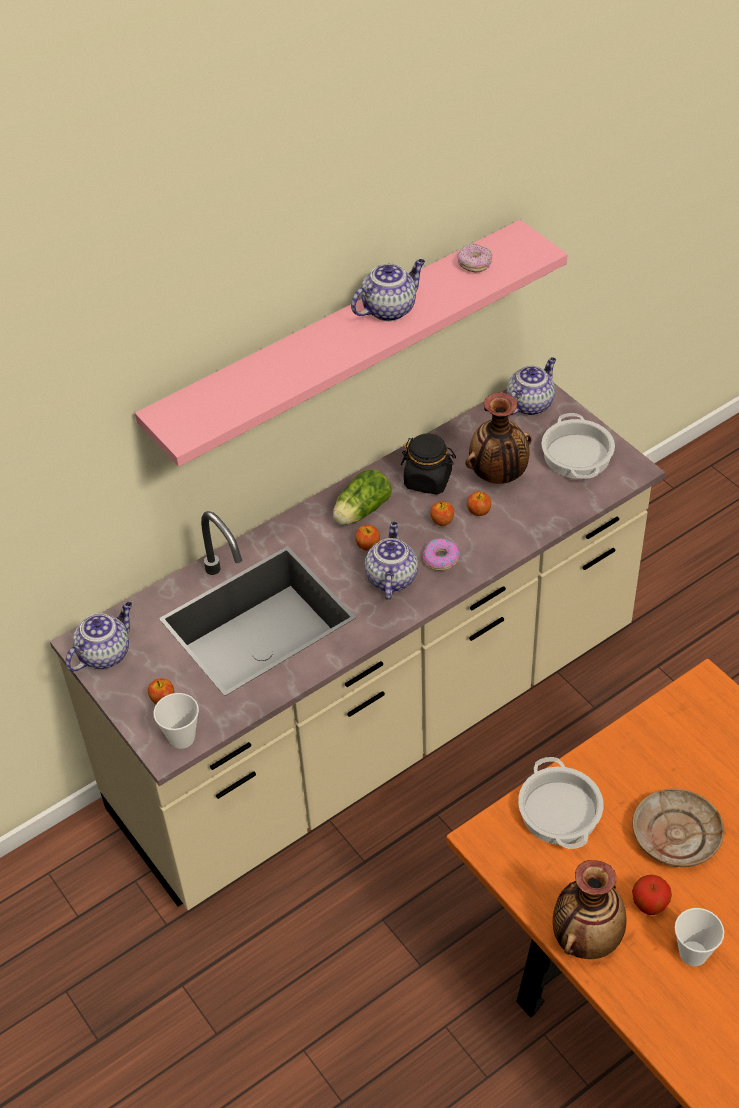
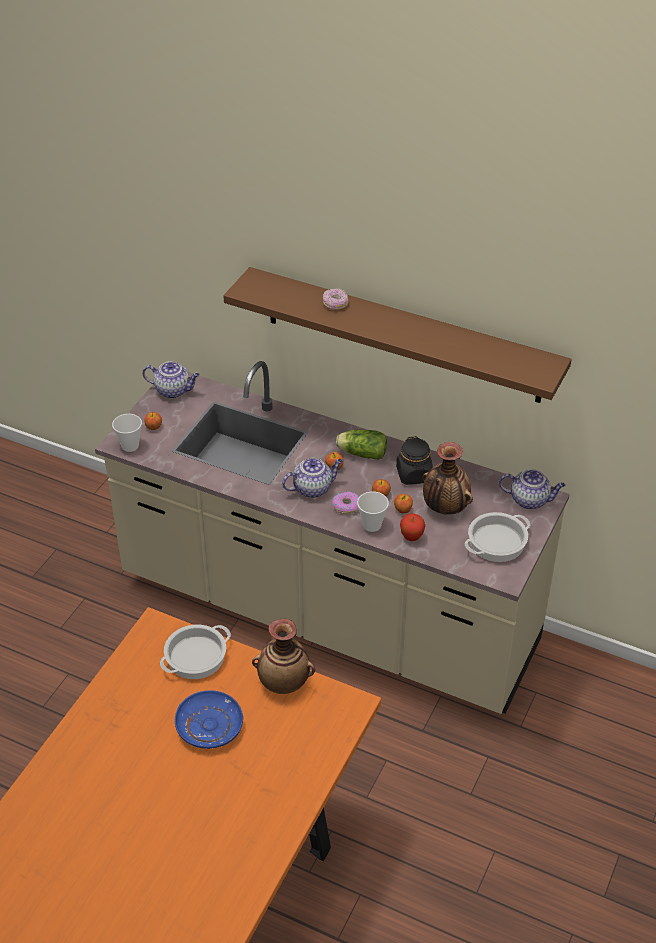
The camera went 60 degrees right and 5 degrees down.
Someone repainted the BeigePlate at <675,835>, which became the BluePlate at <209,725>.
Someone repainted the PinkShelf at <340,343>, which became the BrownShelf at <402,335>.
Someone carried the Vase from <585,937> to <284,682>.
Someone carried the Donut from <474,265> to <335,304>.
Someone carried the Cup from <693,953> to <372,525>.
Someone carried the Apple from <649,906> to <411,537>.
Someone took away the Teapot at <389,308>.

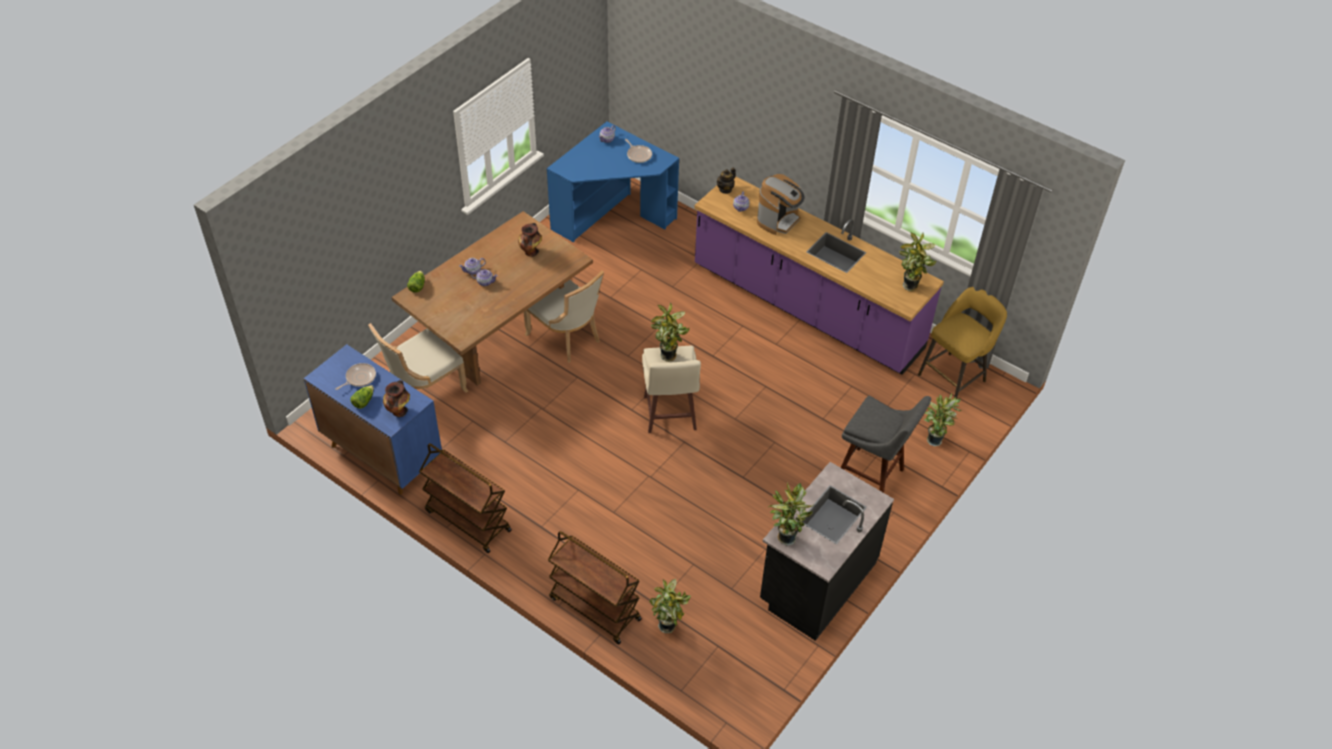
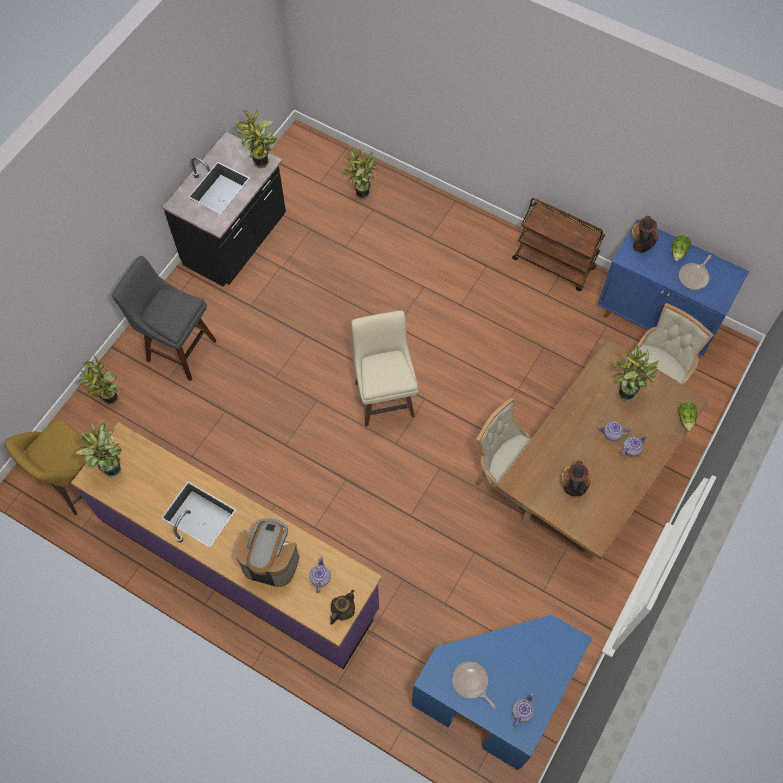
The camera went 175 degrees right and 15 degrees up.
Someone rotated the CoffeeMachine at <778,220> by 75 degrees clockwise.
Someone carried the PottedPlant from <669,357> to <624,392>.
Someone took away the BrownCart at <594,608>.

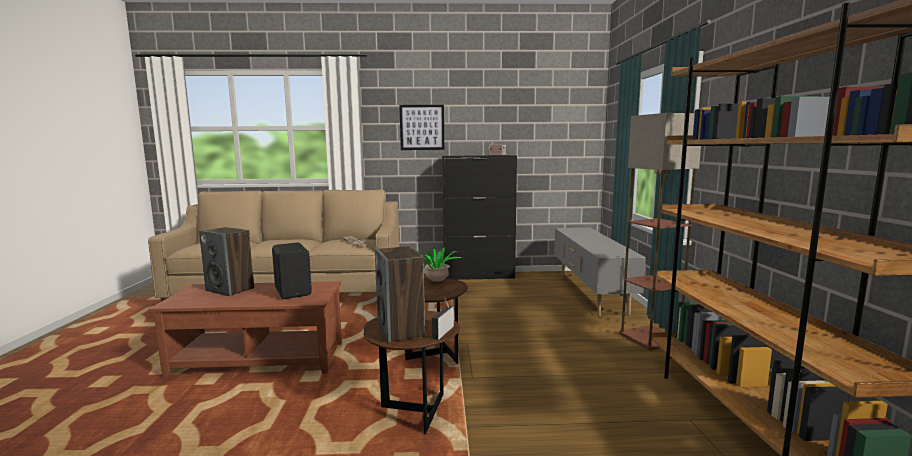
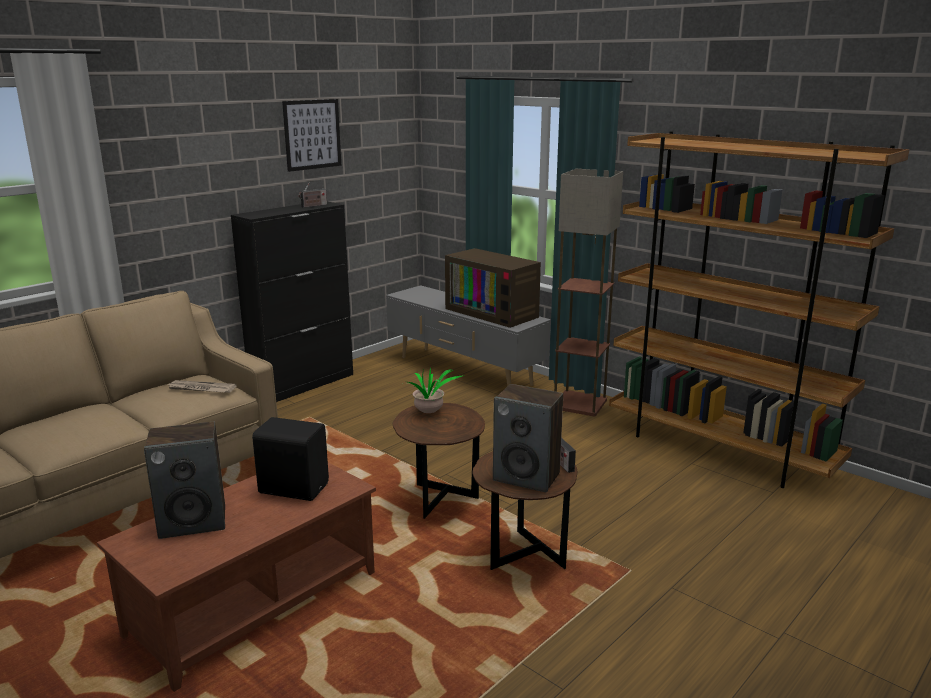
The camera went 45 degrees left and 10 degrees up.
Someone carried the Picture from <422,127> to <312,134>.
Someone put down the Television at <494,312>.

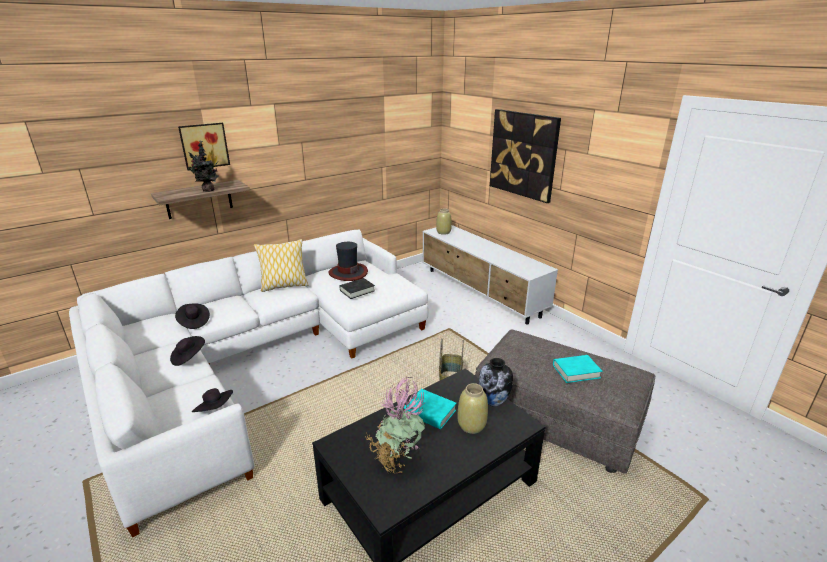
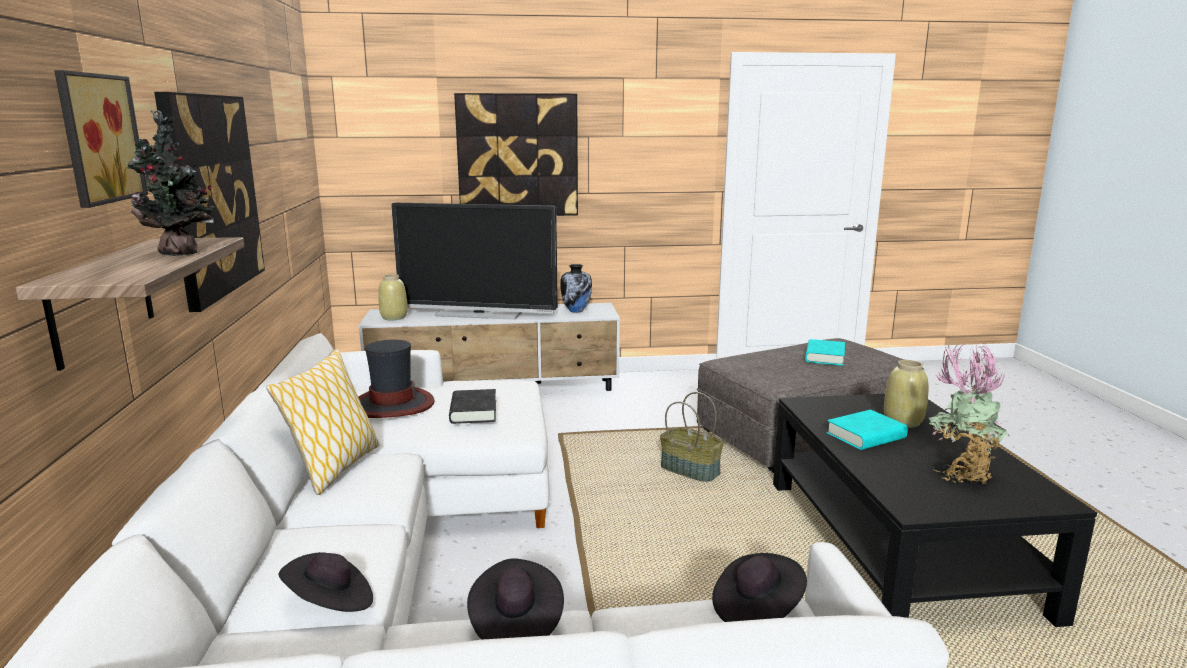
The camera went 60 degrees left and 10 degrees down.
Someone put up the Picture at <212,195>.
Someone put down the Television at <479,314>.
Someone carried the Vase from <493,402> to <576,311>.

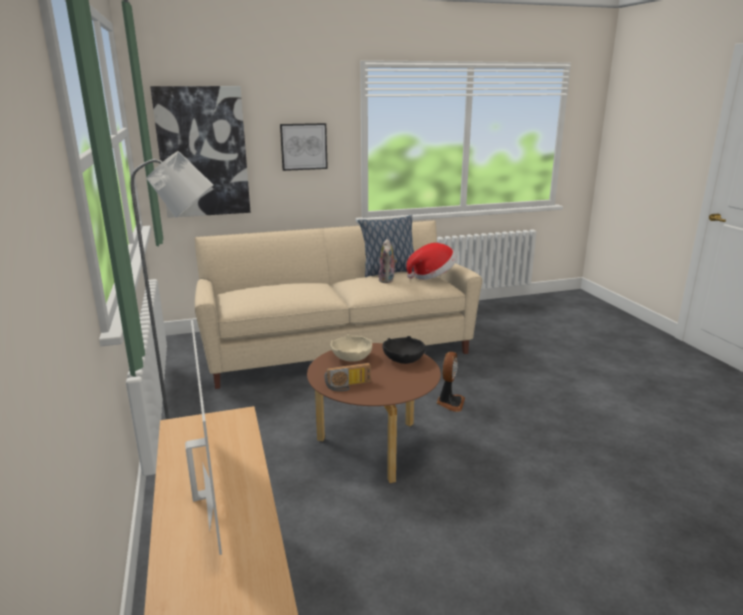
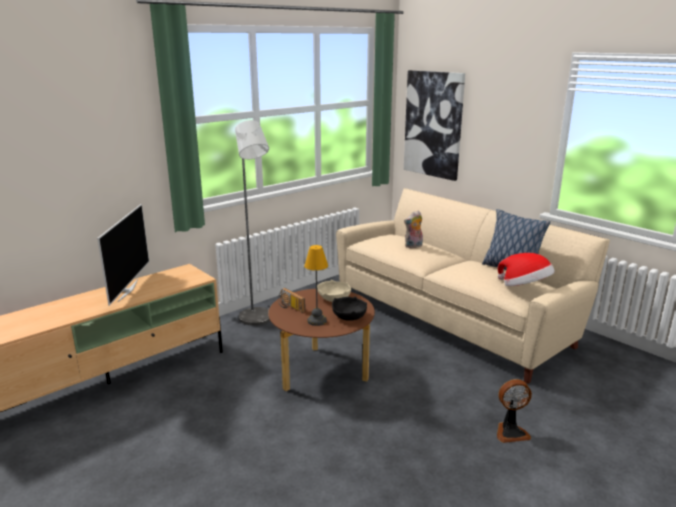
The camera went 65 degrees right and 0 degrees up.
Someone rotated the Television at <203,495> by 45 degrees counterclockwise.
Someone put down the TableLamp at <317,320>.
Someone carried the PlushToy from <387,280> to <413,246>.
Someone carried the Fan from <450,402> to <510,432>.
Someone took away the Picture at <303,146>.

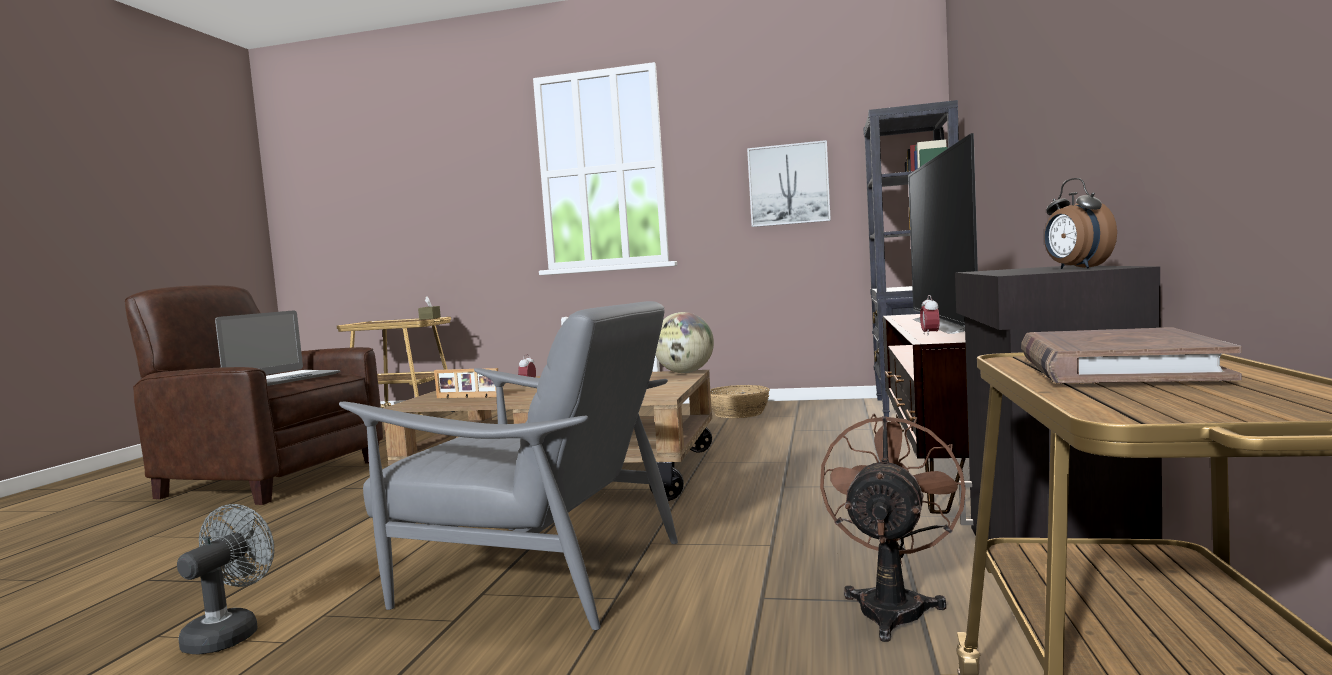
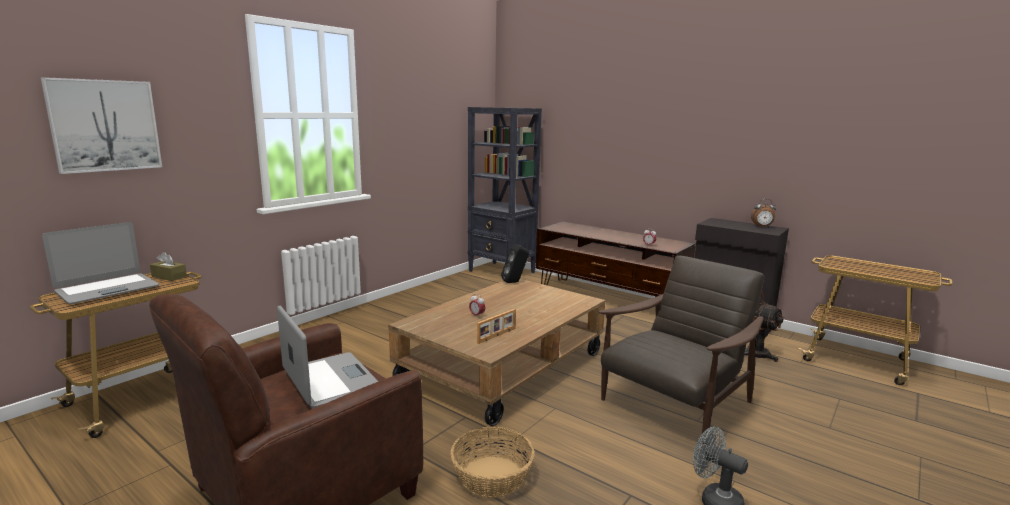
The camera went 65 degrees left and 10 degrees up.
Someone carried the Picture from <788,184> to <105,125>.
Someone put down the Laptop at <107,289>.
Someone carried the Basket from <738,413> to <491,476>.
Someone swapped the Globe at <685,372> for the BlackSpeaker at <515,282>.
Someone repainted the GreyArmchair at <535,570>, which became the BrownArmchair at <675,403>.
Someone took away the Television at <952,324>.
Someone took away the BrownBook at <1115,367>.

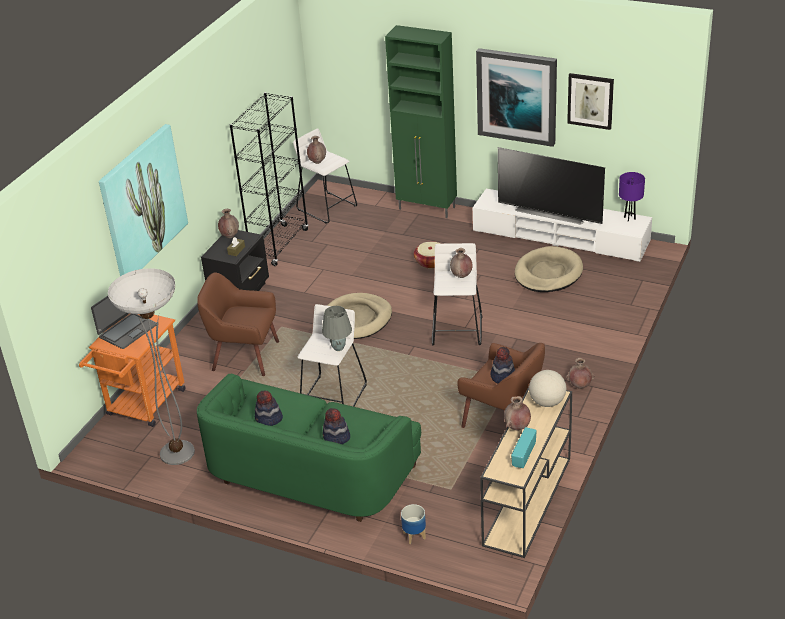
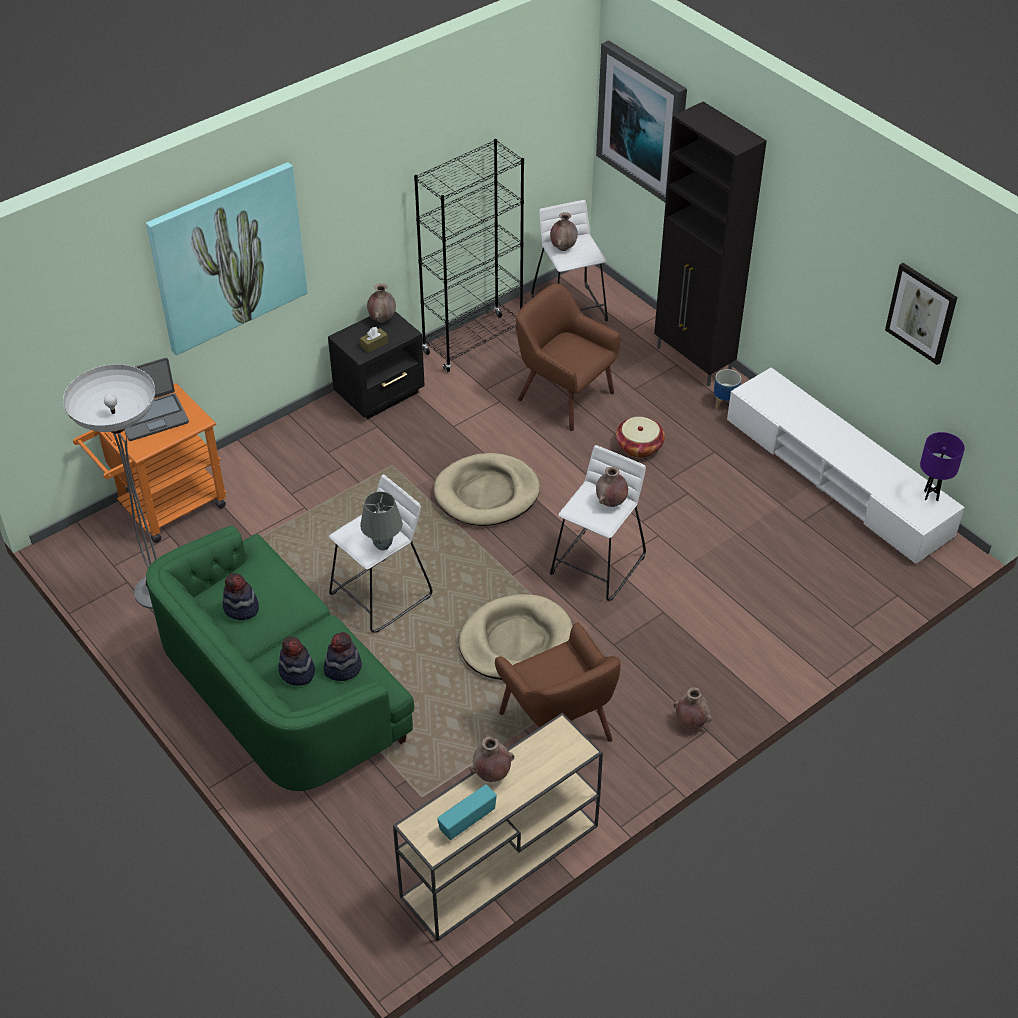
The camera went 25 degrees right and 10 degrees up.
Someone carried the Hat from <502,376> to <342,667>.
Someone carried the BeigeDogBed from <548,273> to <516,641>.
Someone carried the BrownArmchair from <244,356> to <564,396>.
Someone carried the Picture from <517,96> to <643,122>.
Someone repainted the GreenCabinet at <427,208>, which became the BlackCabinet at <694,361>.
Someone carried the Planter from <414,536> to <724,403>.
Someone took away the Television at <551,212>.
Someone took away the Globe at <547,402>.

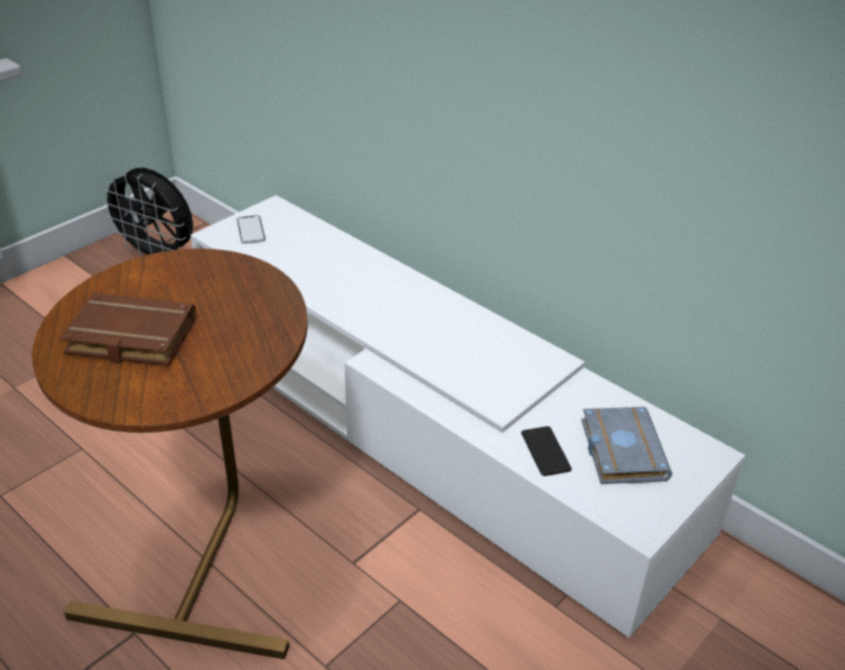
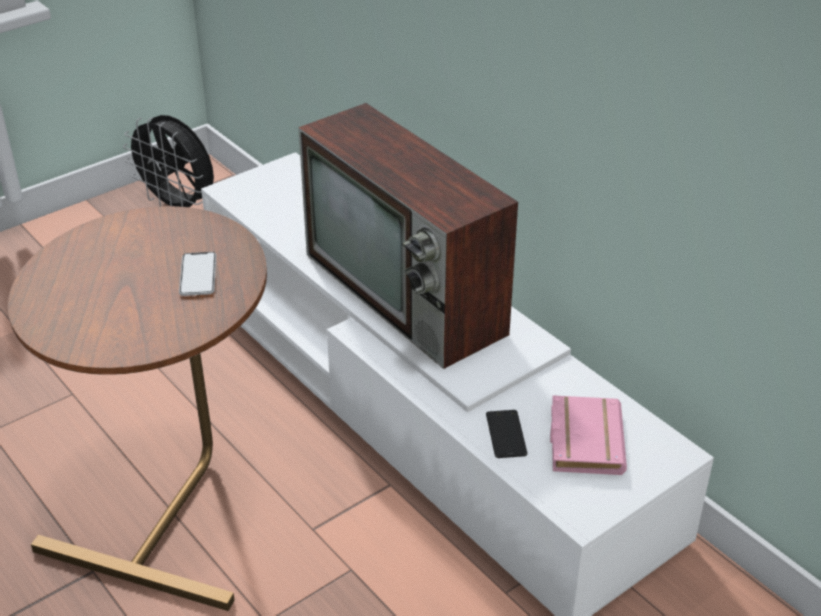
The camera went 10 degrees right and 0 degrees up.
Someone carried the Phone from <251,230> to <198,275>.
Someone put down the Television at <407,295>.
Someone repainted the GreyBook at <619,449>, which became the PinkBook at <582,439>.
Someone took away the BrownBook at <128,338>.

